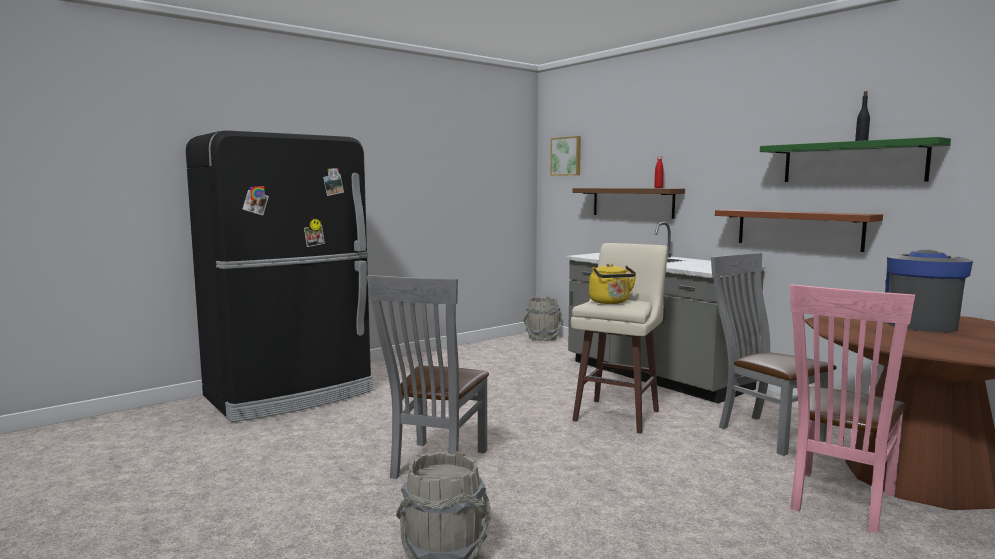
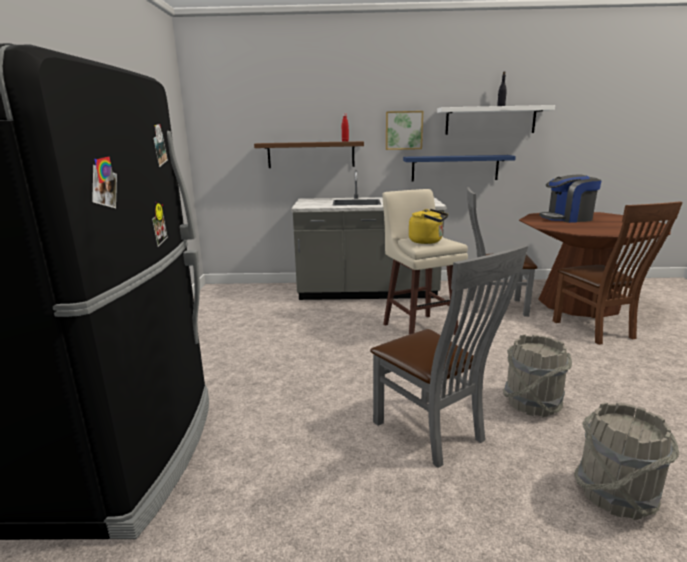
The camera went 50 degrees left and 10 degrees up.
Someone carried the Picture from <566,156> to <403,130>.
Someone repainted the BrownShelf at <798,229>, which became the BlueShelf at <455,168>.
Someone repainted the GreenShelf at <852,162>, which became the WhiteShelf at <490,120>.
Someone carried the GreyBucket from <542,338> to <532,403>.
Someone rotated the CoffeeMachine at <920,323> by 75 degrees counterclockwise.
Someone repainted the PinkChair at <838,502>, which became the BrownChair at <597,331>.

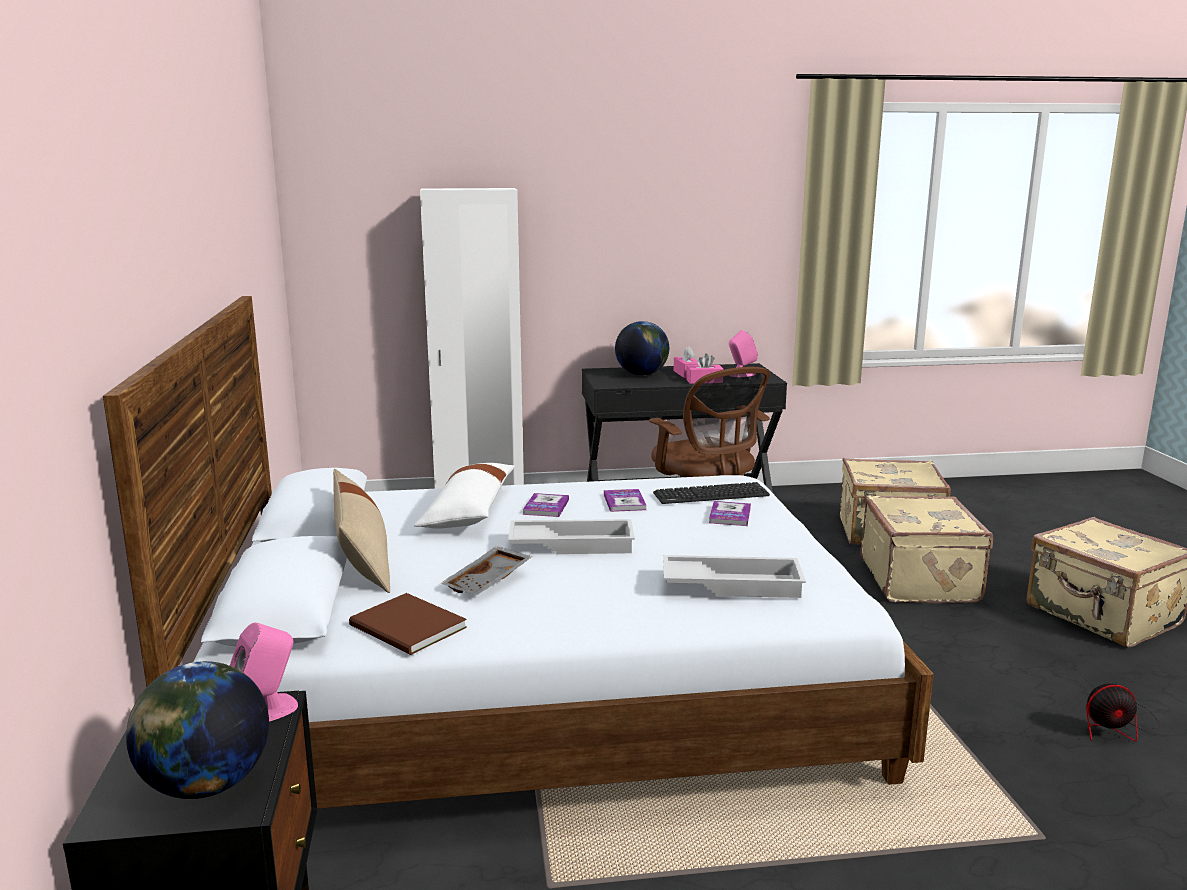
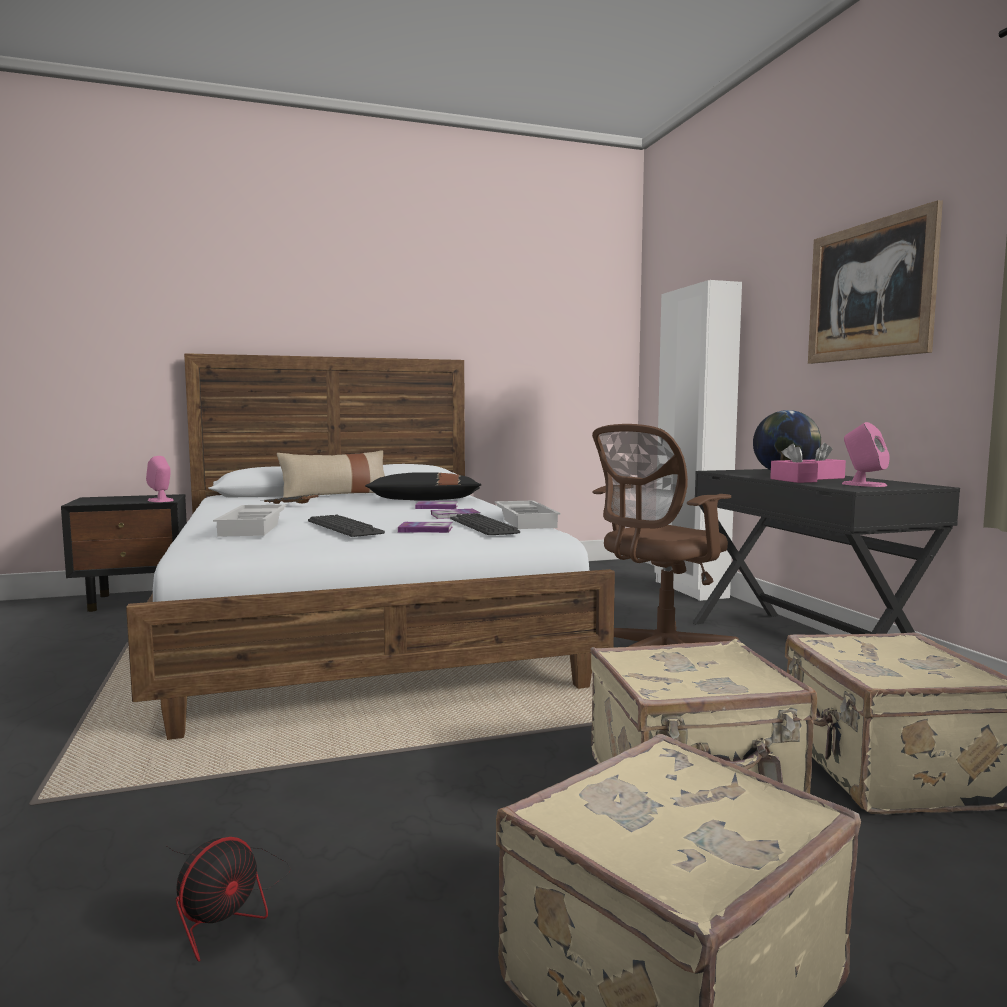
The camera went 80 degrees right and 10 degrees down.
Someone rotated the Fan at <1114,724> by 135 degrees counterclockwise.
Someone put down the Keyboard at <344,527>.
Someone repainted the WhitePillow at <468,511>, which became the BlackPillow at <424,500>.
Someone carried the WhiteTray from <572,544> to <527,521>.
Someone put up the Picture at <870,291>.
Someone took away the Globe at <205,785>.
Someone took away the BrownBook at <408,628>.

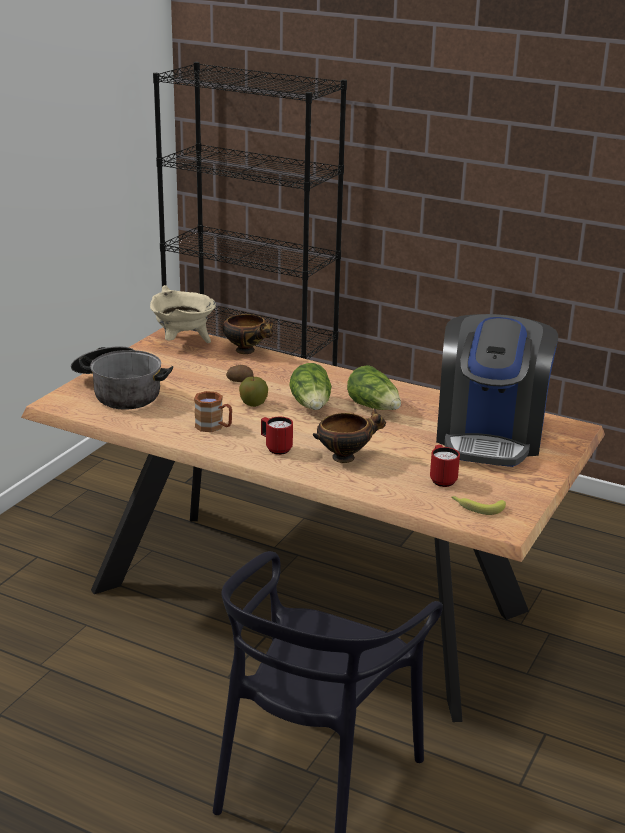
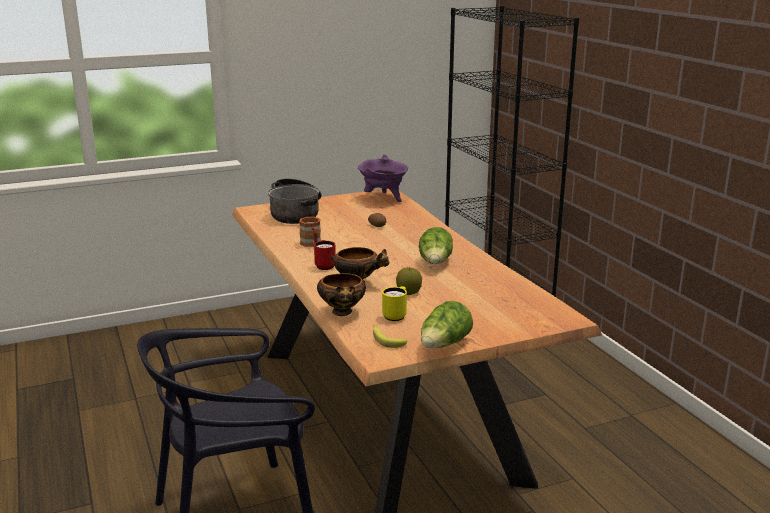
The camera went 40 degrees right and 5 degrees down.
Someone carried the Bowl from <247,351> to <343,313>.
Someone repainted the BeigeCookingPot at <183,343>, which became the PurpleCookingPot at <384,198>.
Someone repainted the RedMug at <441,479>, which became the YellowMug at <396,315>.
Someone carried the Apple from <253,404> to <408,292>.
Someone carried the Lettuce from <312,406> to <444,345>.
Someone took away the CoffeeMachine at <490,436>.

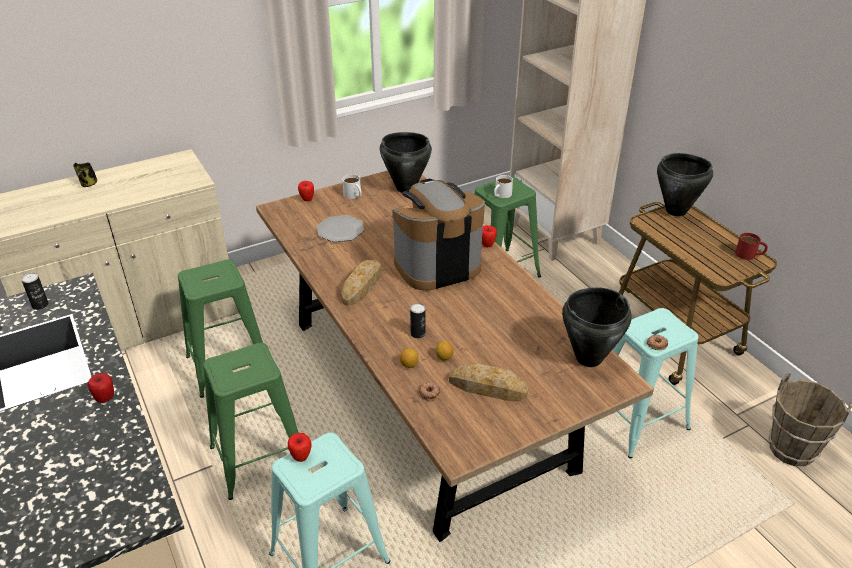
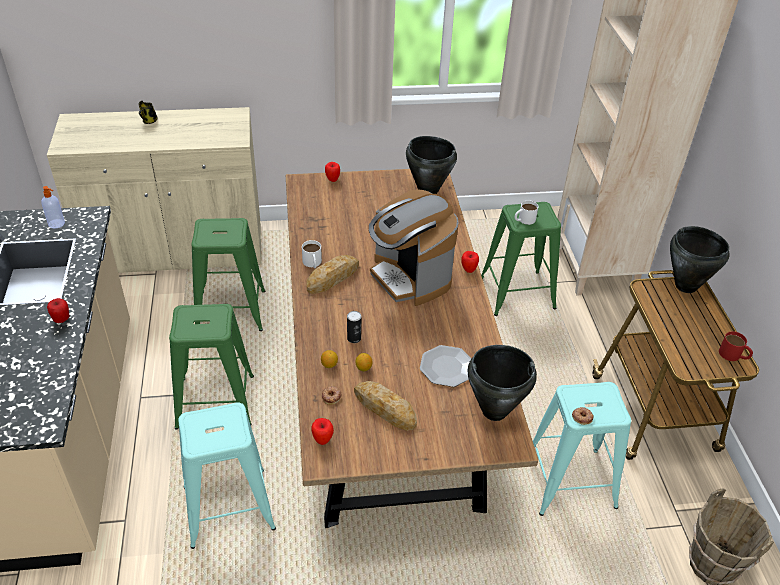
The camera went 20 degrees right and 5 degrees up.
Someone swapped the Can at <40,305> for the SoapDispenser at <57,224>.
Someone carried the WhiteMug from <354,195> to <312,263>.
Someone carried the Apple from <301,457> to <322,440>.
Someone rotated the CoffeeMachine at <437,266> by 120 degrees counterclockwise.
Someone carried the Plate from <340,230> to <446,367>.

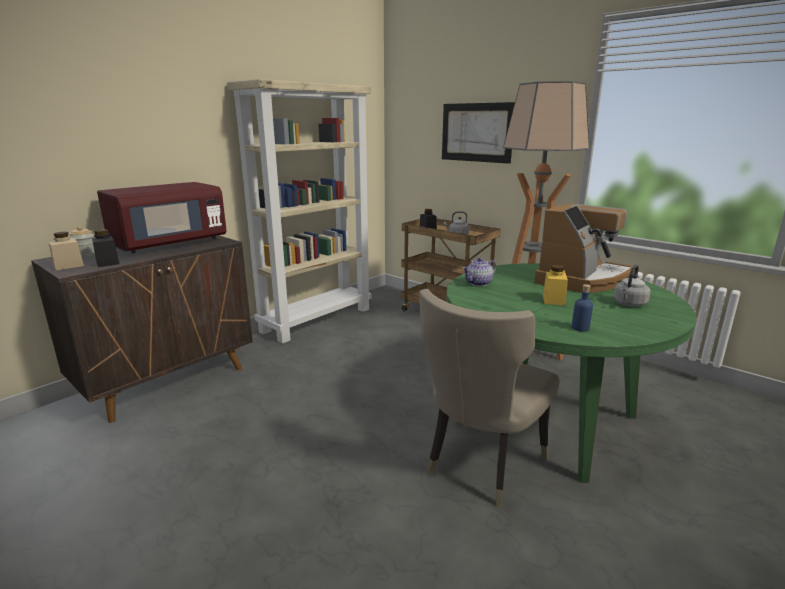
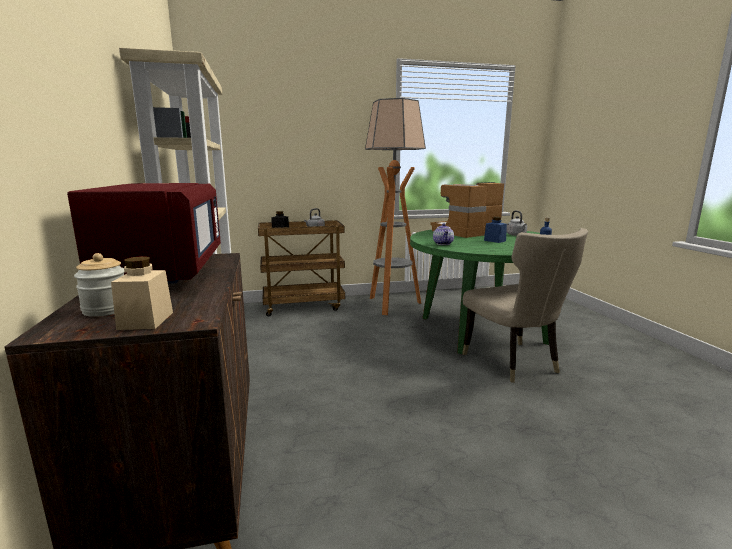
The camera went 55 degrees left and 5 degrees down.
Someone rotated the CoffeeMachine at <582,279> by 105 degrees counterclockwise.
Someone repainted the YellowJar at <553,300>, which became the BlueJar at <494,240>.
Someone took away the BlackJar at <107,262>.
Someone took away the Picture at <476,132>.

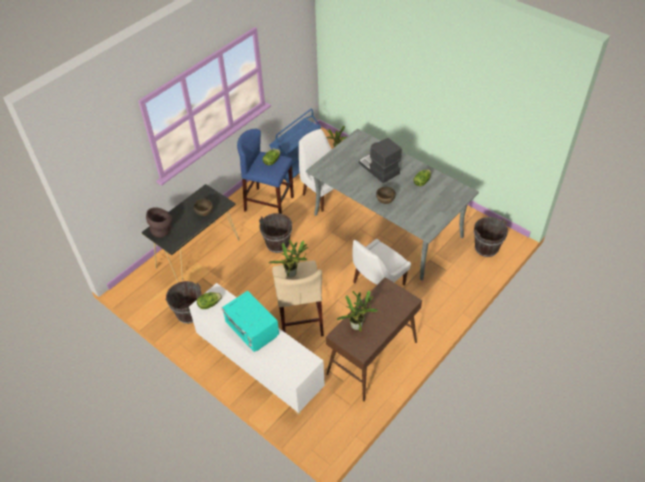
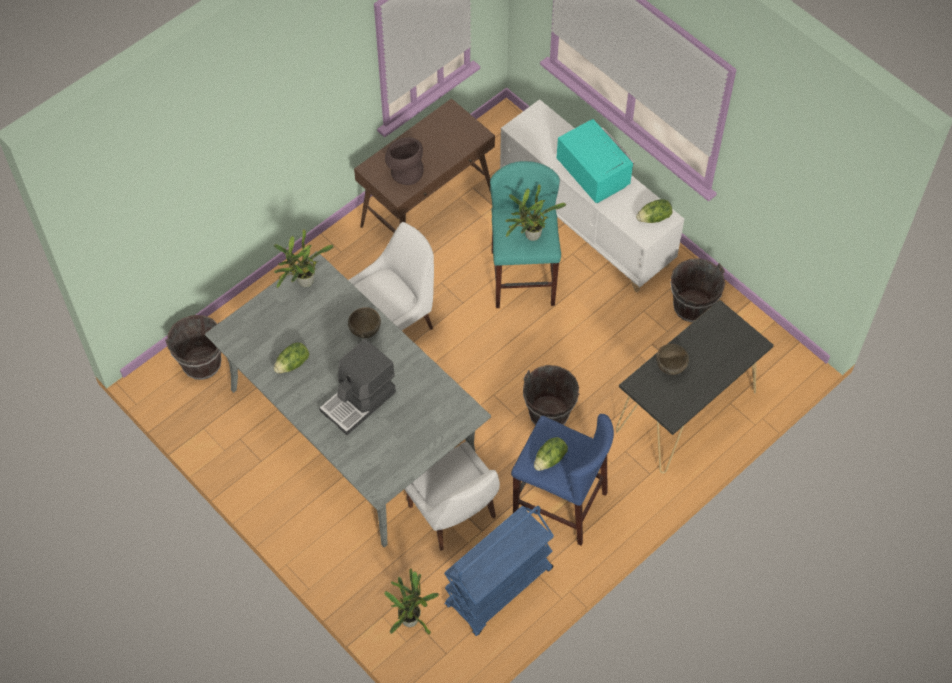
The camera went 175 degrees left and 10 degrees up.
Someone carried the PottedPlant from <358,325> to <303,282>.
Someone rotated the CoffeeMachine at <379,169> by 75 degrees clockwise.
Someone carried the BrownVase from <162,231> to <404,171>.
Someone repainted the BeigeStool at <300,319>, which became the TurquoiseStool at <522,278>.

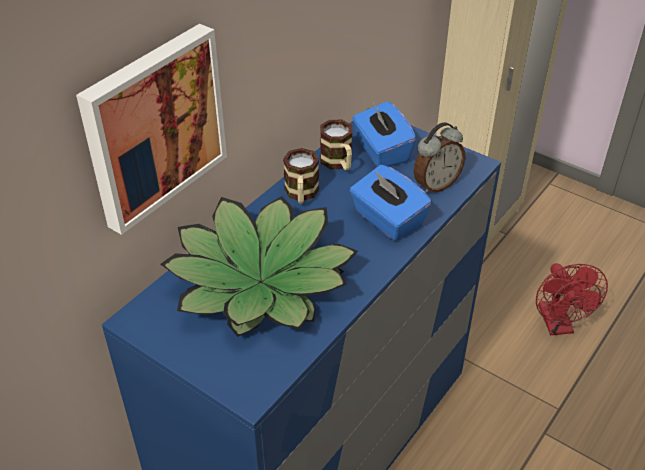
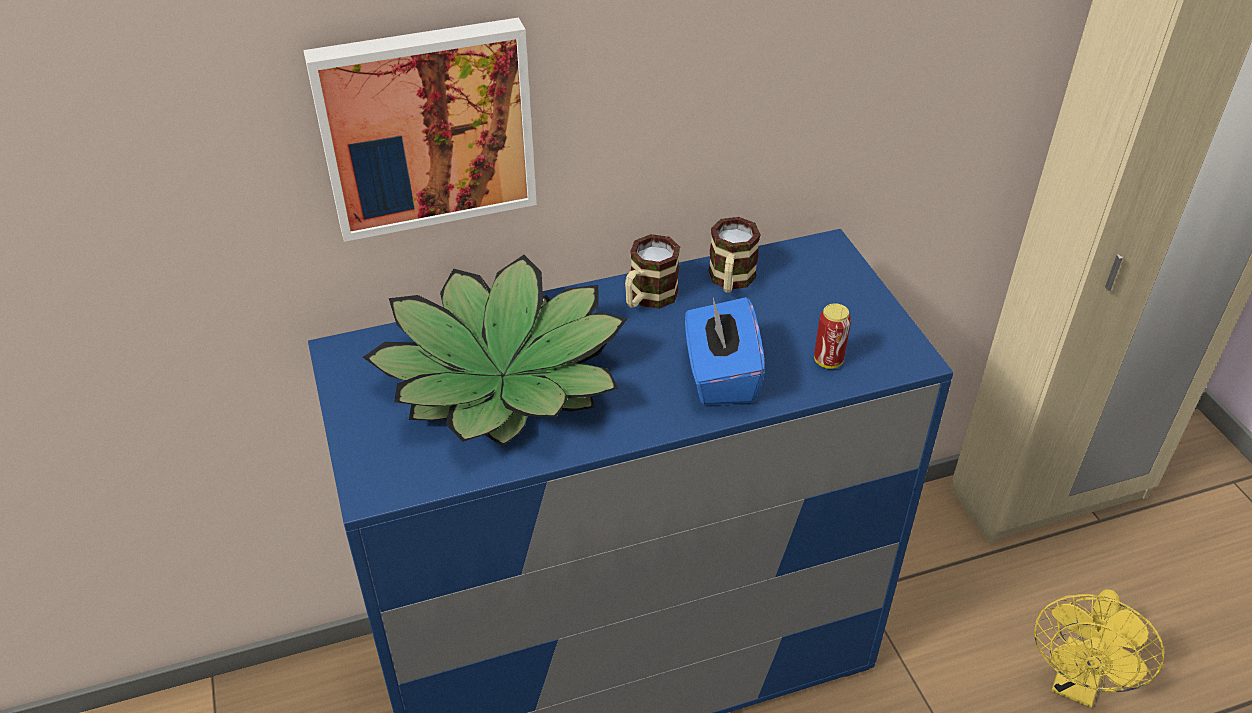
The camera went 35 degrees right and 0 degrees up.
Someone swapped the AlarmClock at <435,185> for the Can at <828,361>.
Someone repainted the RedFan at <558,325>, which became the YellowFan at <1076,684>.
Someone took away the BlueTissueBox at <381,151>.

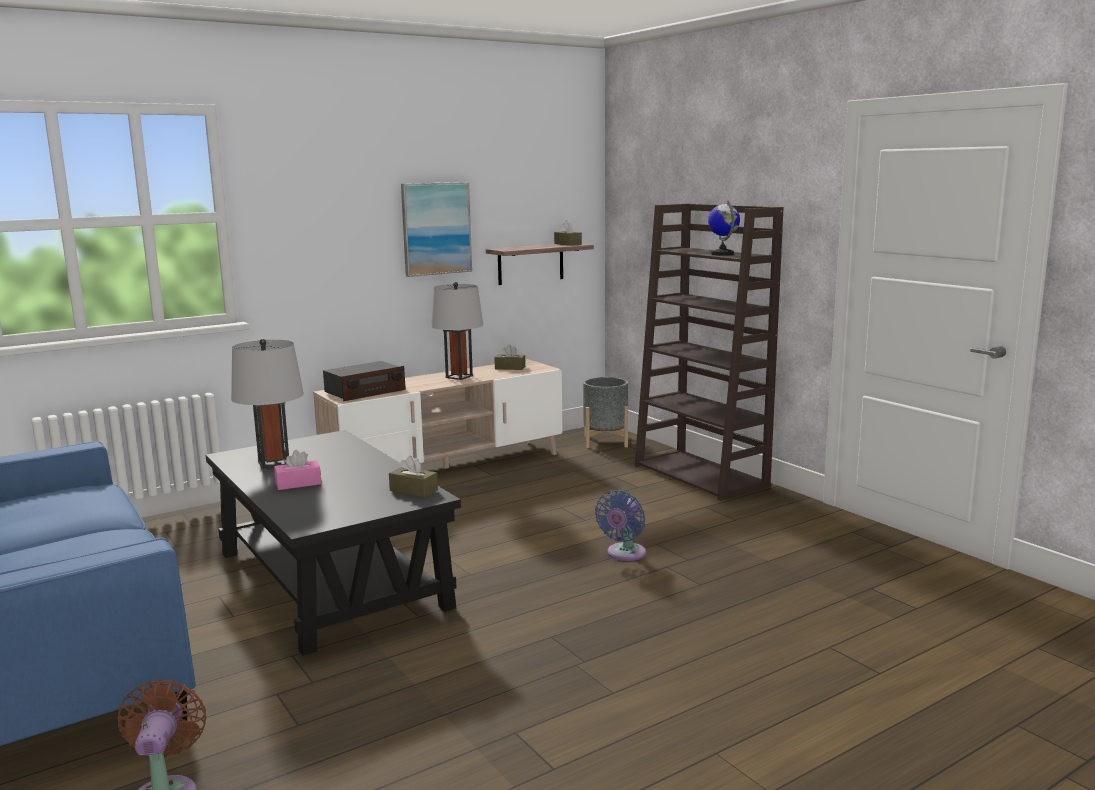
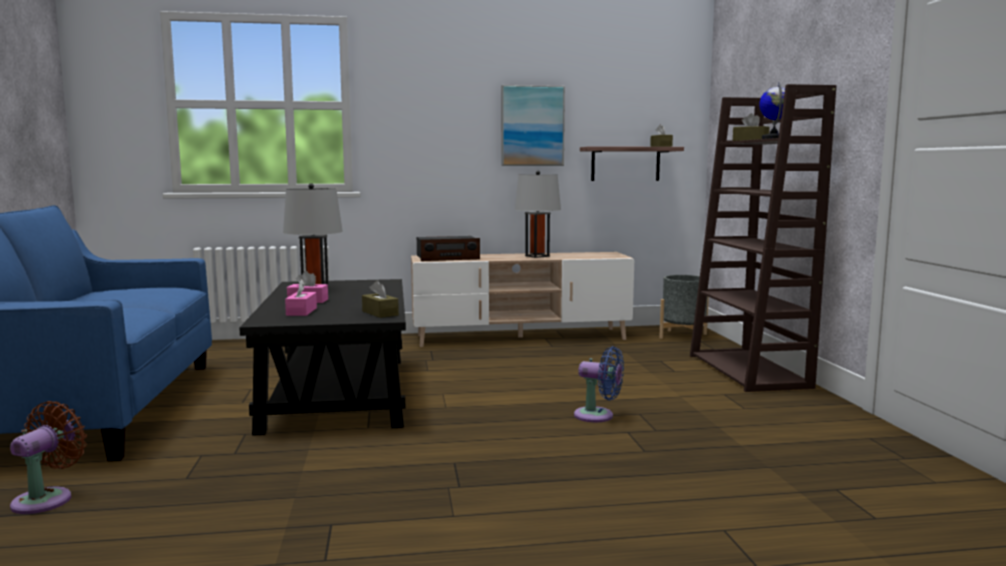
The camera went 25 degrees right and 5 degrees down.
Someone put down the PinkTissueBox at <301,312>.
Someone rotated the BlueFan at <624,554> by 120 degrees counterclockwise.
Someone carried the BrownTissueBox from <510,368> to <750,140>.

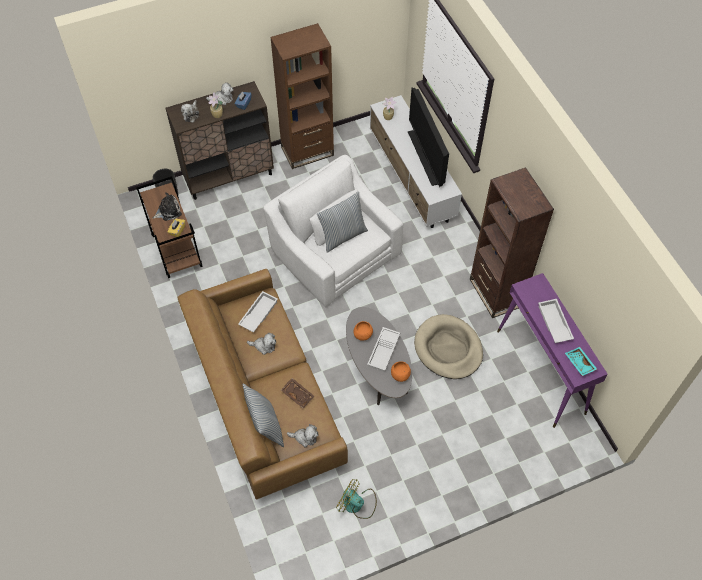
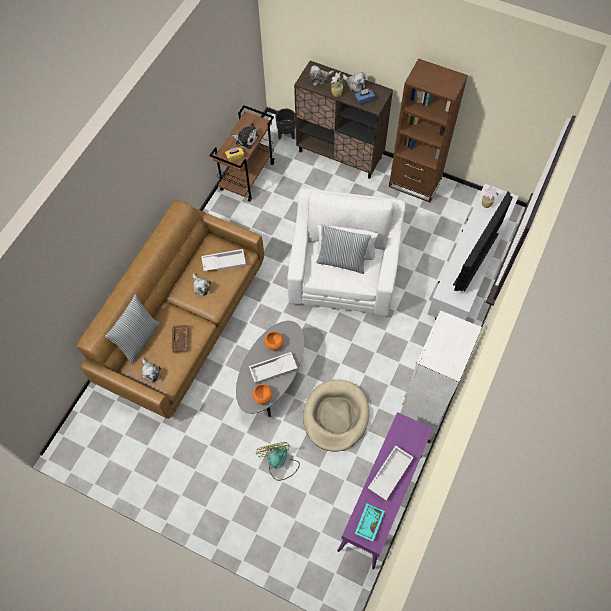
The camera went 50 degrees right and 5 degrees up.
Someone carried the Fan from <357,504> to <279,463>.
Someone repainted the BrownBookcase at <495,293>, which became the WhiteBookcase at <421,412>.

